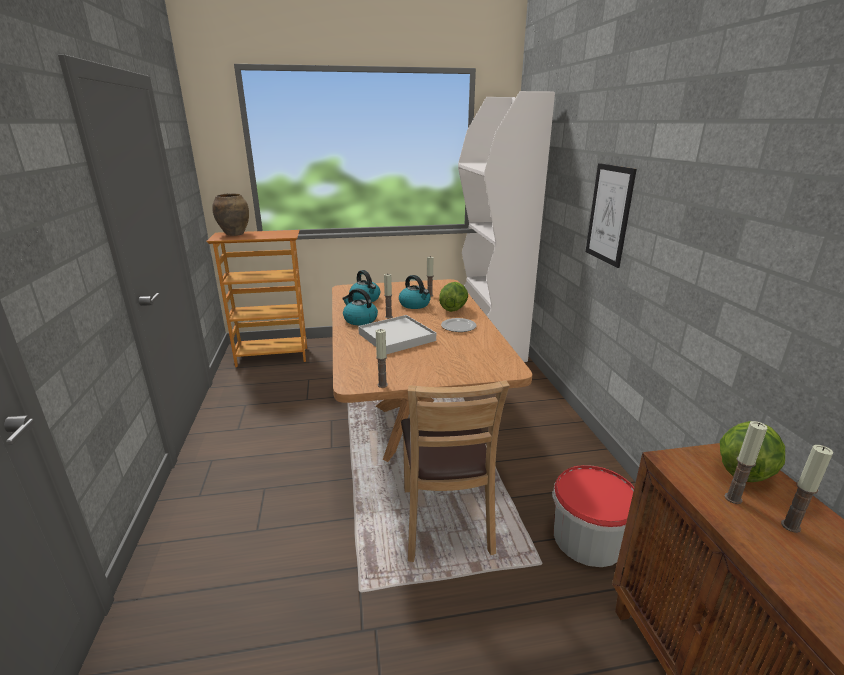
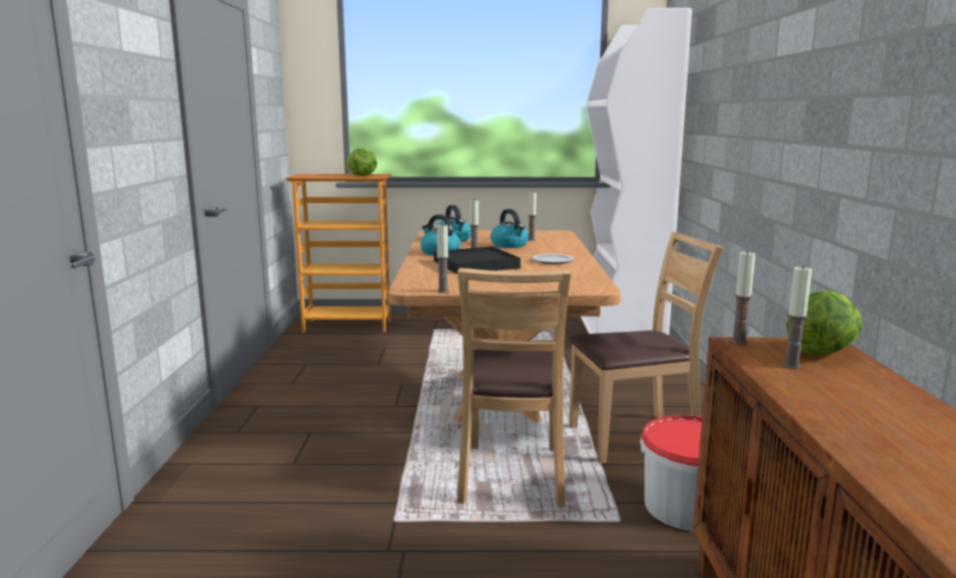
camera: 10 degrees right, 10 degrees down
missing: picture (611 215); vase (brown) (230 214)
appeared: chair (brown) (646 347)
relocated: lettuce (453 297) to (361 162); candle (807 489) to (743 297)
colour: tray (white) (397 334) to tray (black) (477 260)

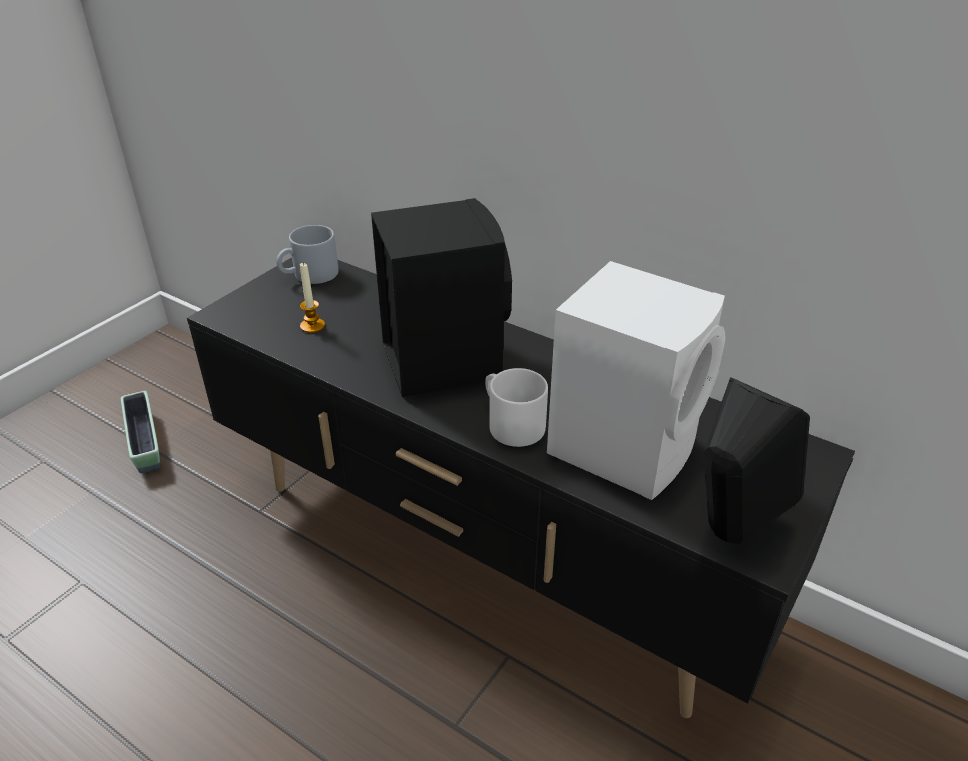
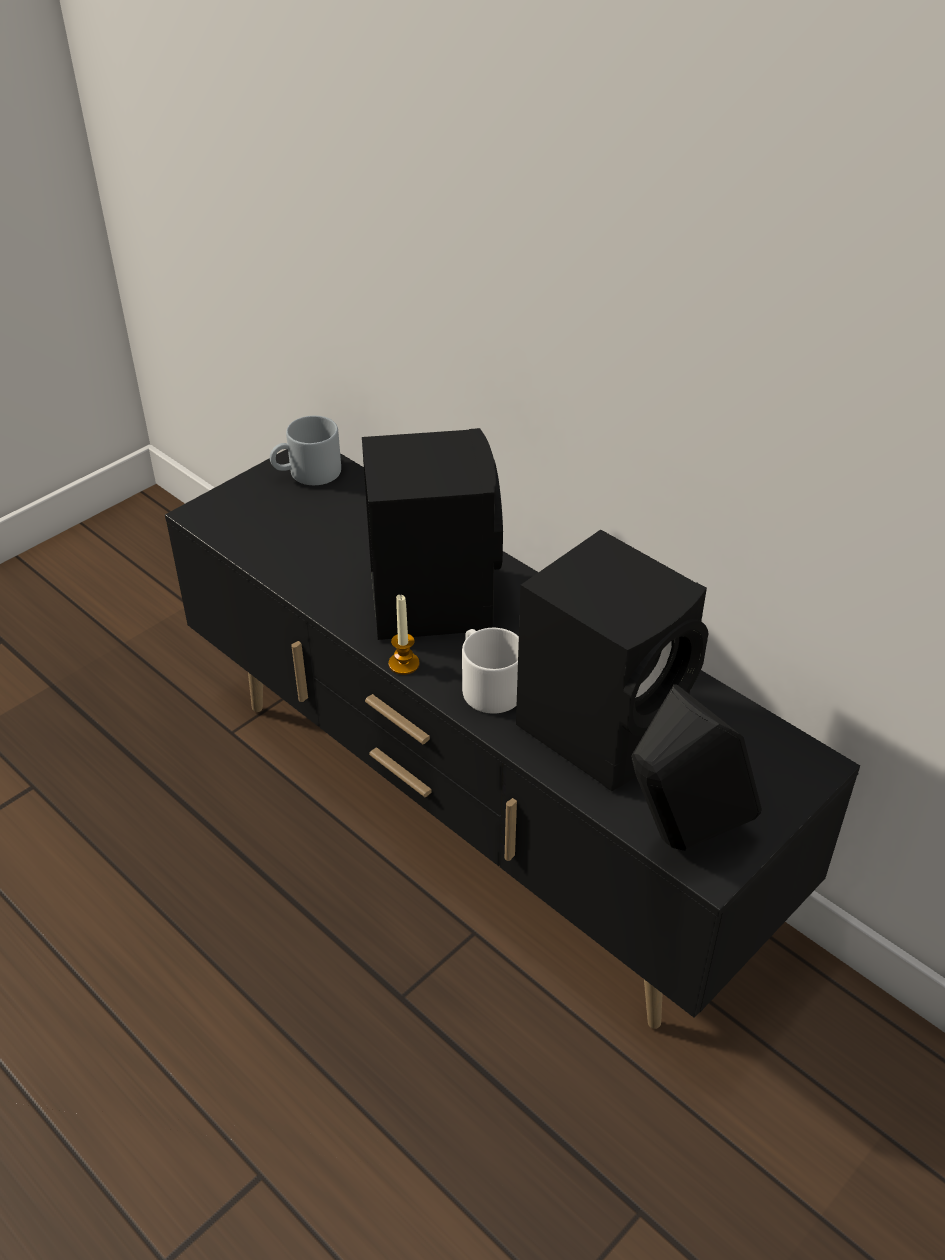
camera: 10 degrees right, 5 degrees up
missing: planter (140 432)
relocated: candle (312 298) to (404 635)
colour: speaker (white) (636 380) to speaker (black) (612 660)

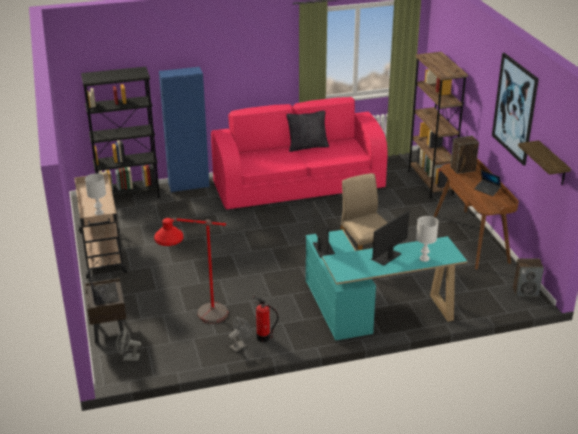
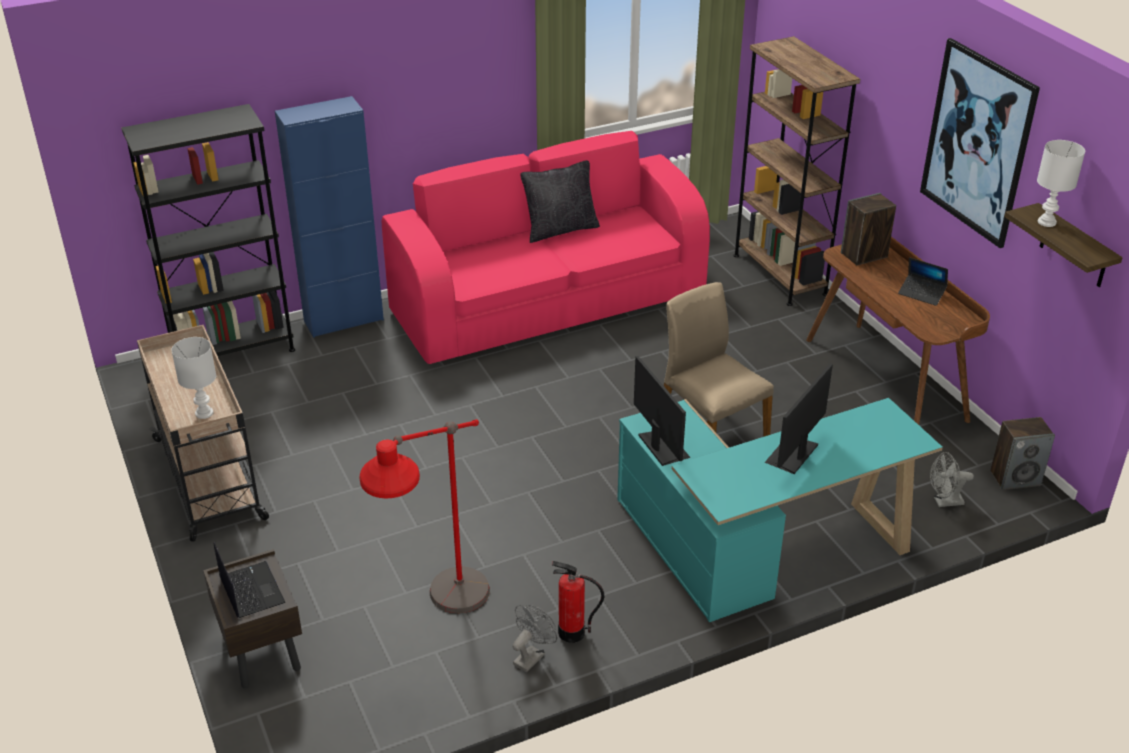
camera: 10 degrees left, 5 degrees up
relocated: table lamp (white) (427 239) to (1061 183); fan (grey) (128 344) to (952 479)

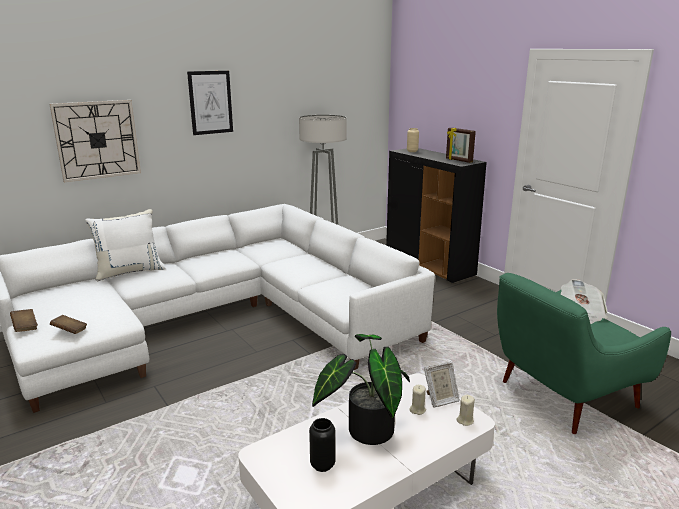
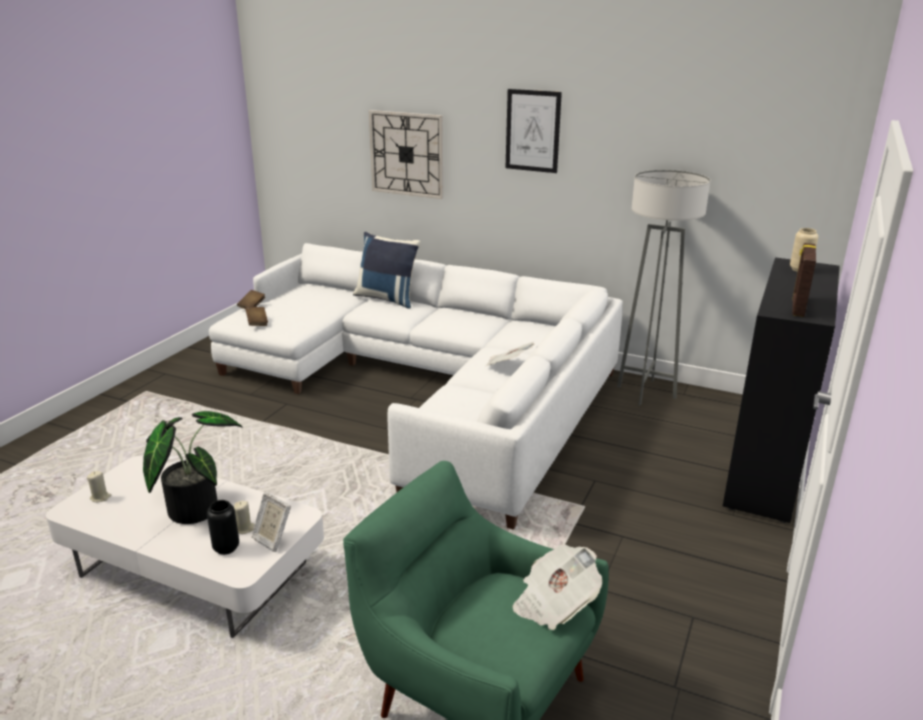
camera: 60 degrees right, 5 degrees up
appeared: newspaper (510 354)
relocated: candle (beige) (465 410) to (99 486); vase (black) (322 445) to (223 527)
colour: pillow (white) (125 245) to pillow (blue) (386 270)

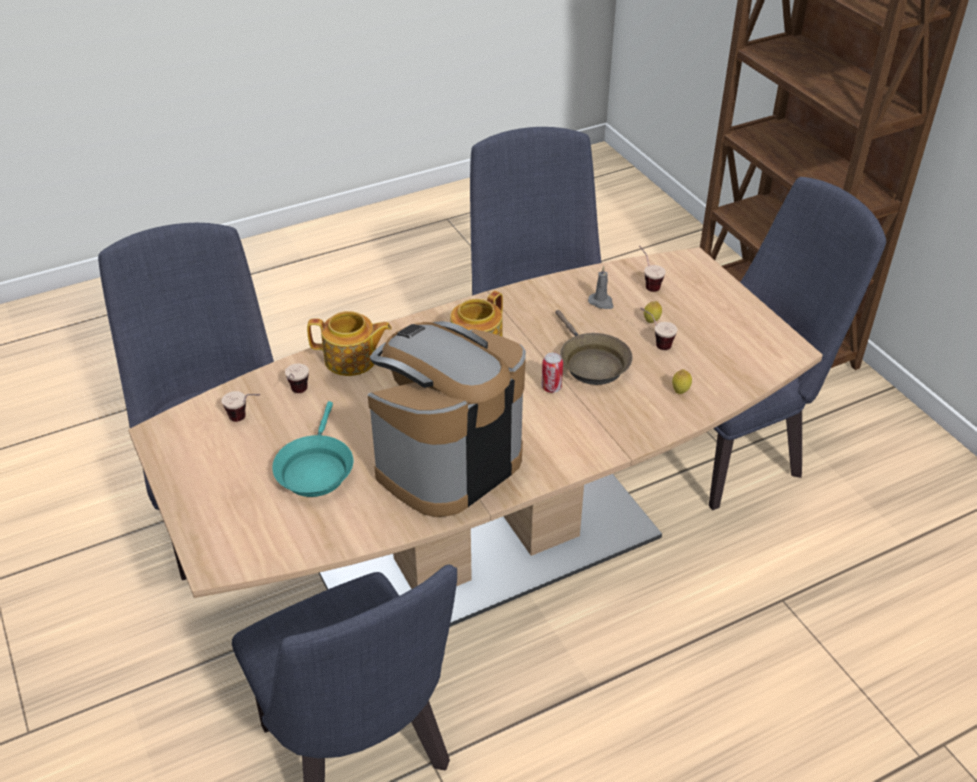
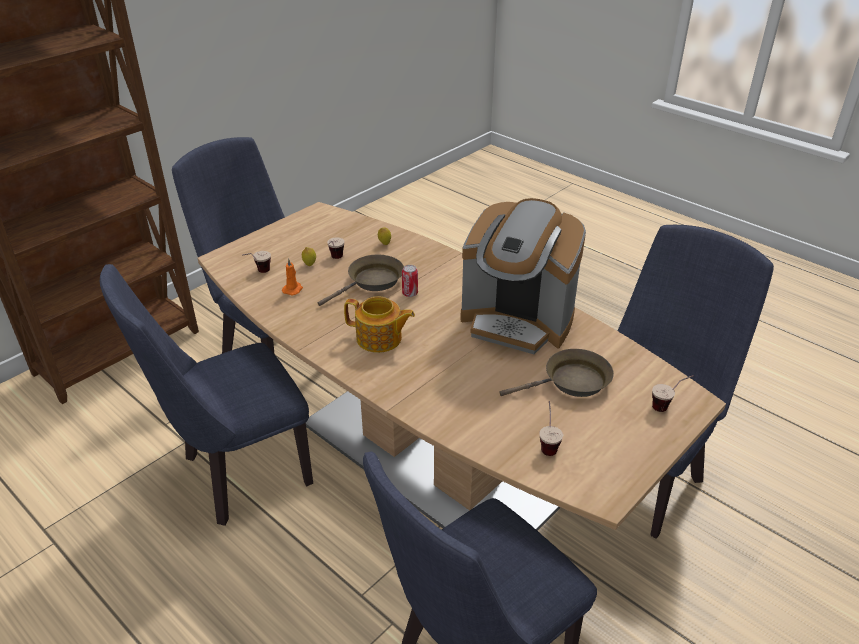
camera: 110 degrees left, 5 degrees down
missing: teapot (349 343)
relocated: cup (297 378) to (673 393)
colour: candle (grey) (601 287) to candle (orange) (292 276); frying pan (turquoise) (312 449) to frying pan (brown) (556 373)

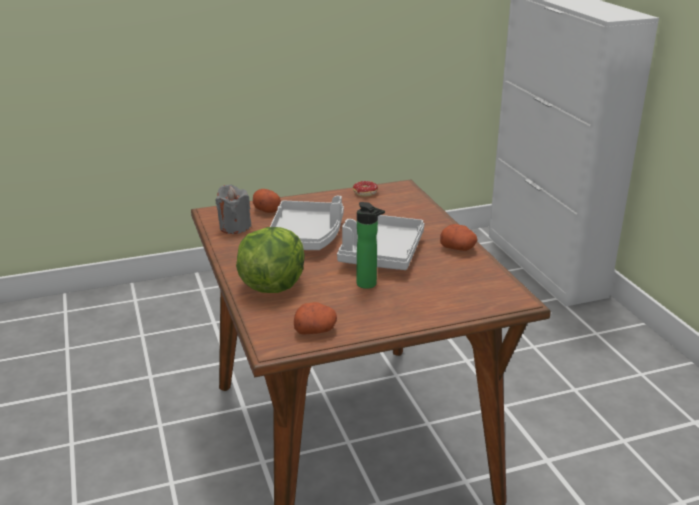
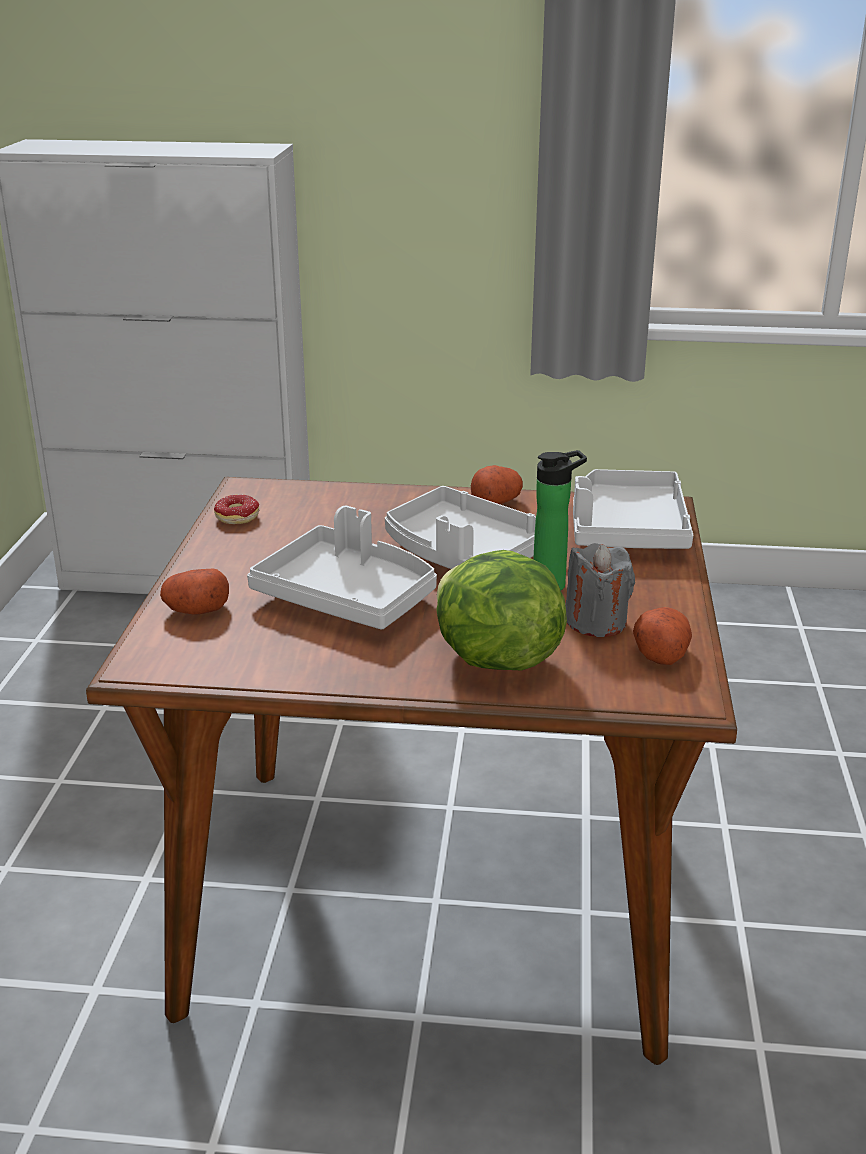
camera: 65 degrees left, 0 degrees up
appeared: tray (grey) (633 509)
relocated: candle (grey) (233 209) to (600 590)

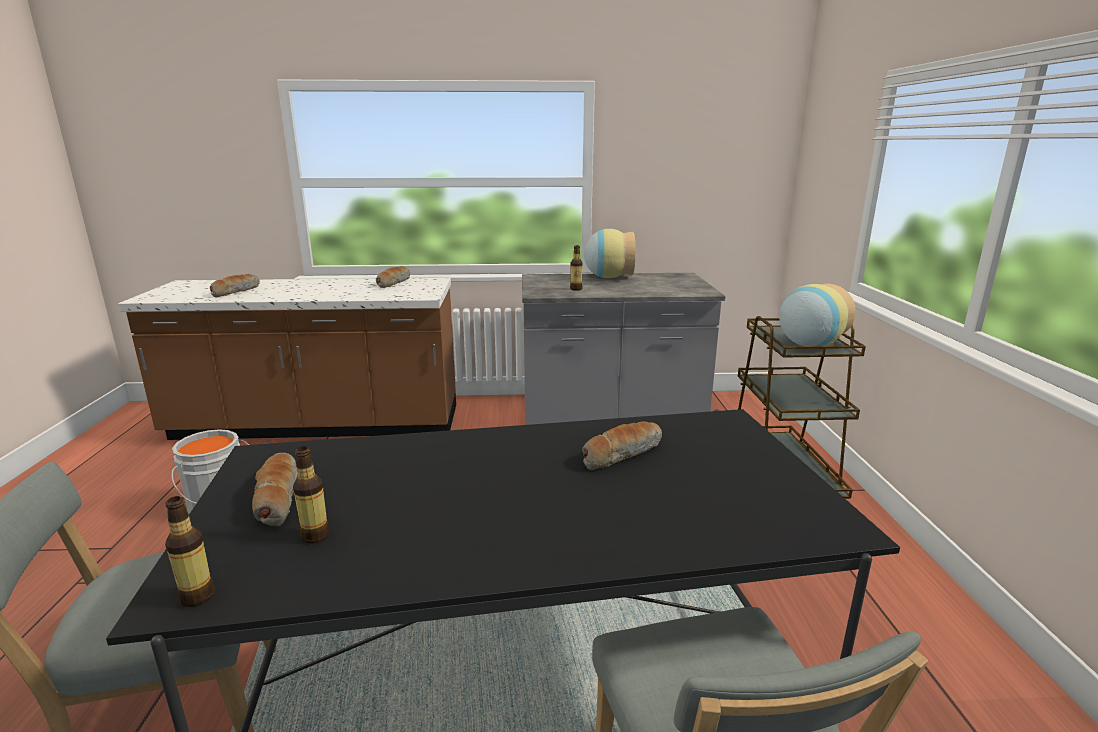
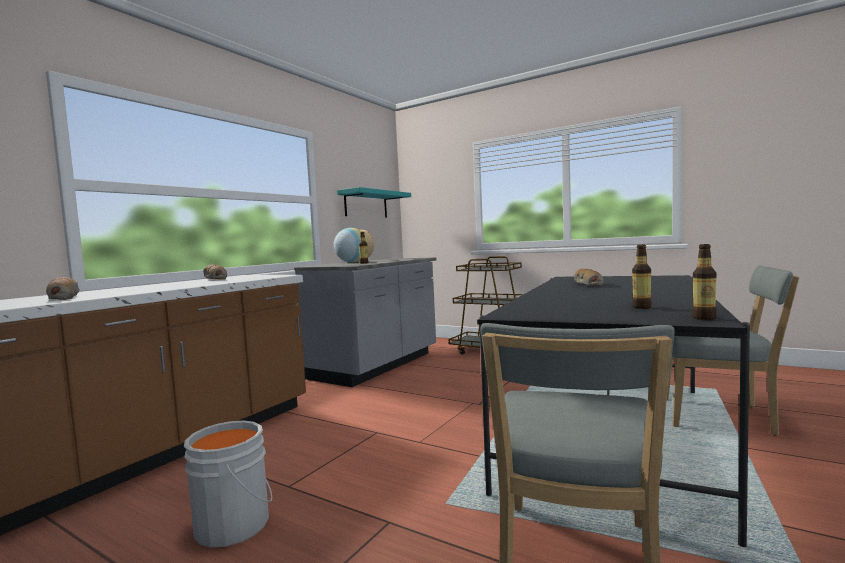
camera: 55 degrees left, 15 degrees down
missing: vase (817 315); bread (275 489)
appeared: shelf (turquoise) (374 202)

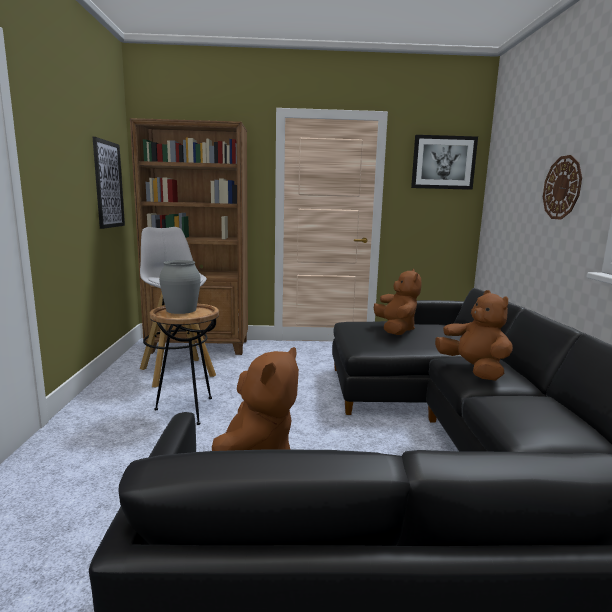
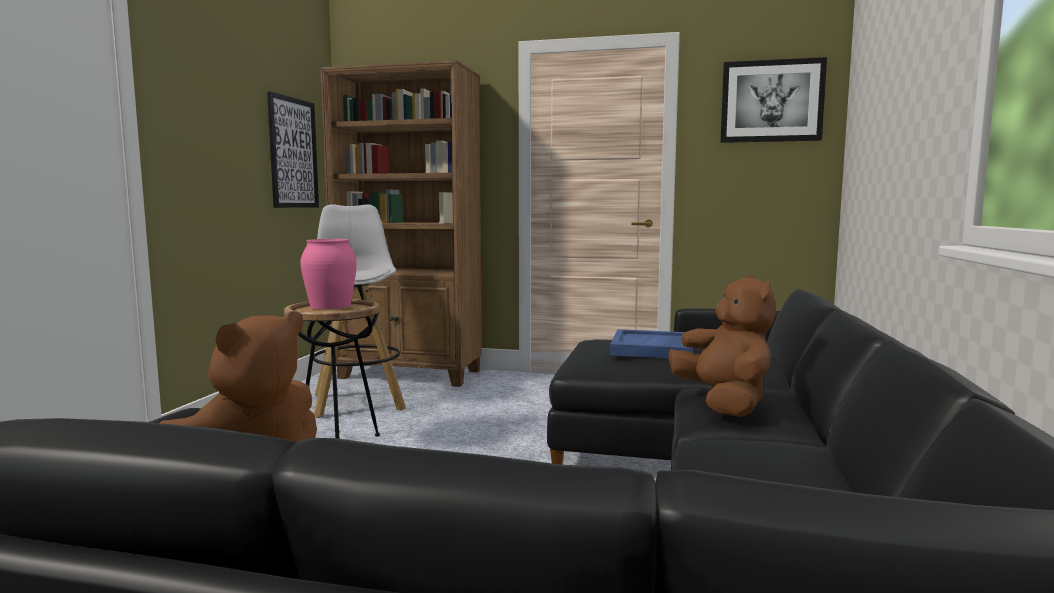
camera: 15 degrees right, 5 degrees down
missing: wall clock (562 187)
exchanged: plush toy (brown) (398 302) to tray (blue) (651 343)
colour: vase (grey) (180 287) to vase (pink) (328 274)

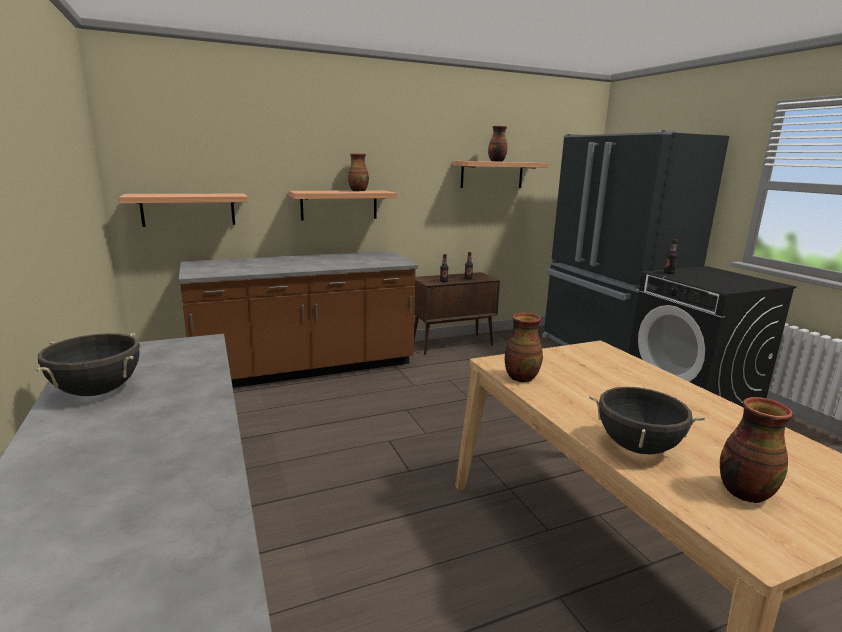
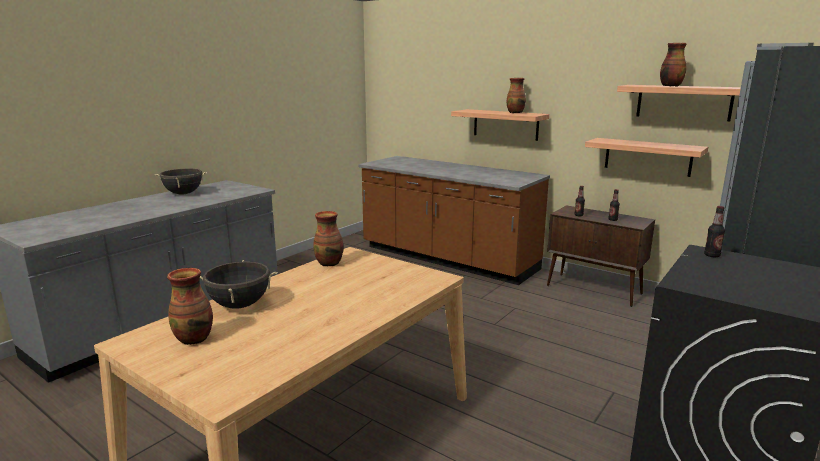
camera: 60 degrees right, 0 degrees up
relocated: shelf (184 210) to (646 157)

